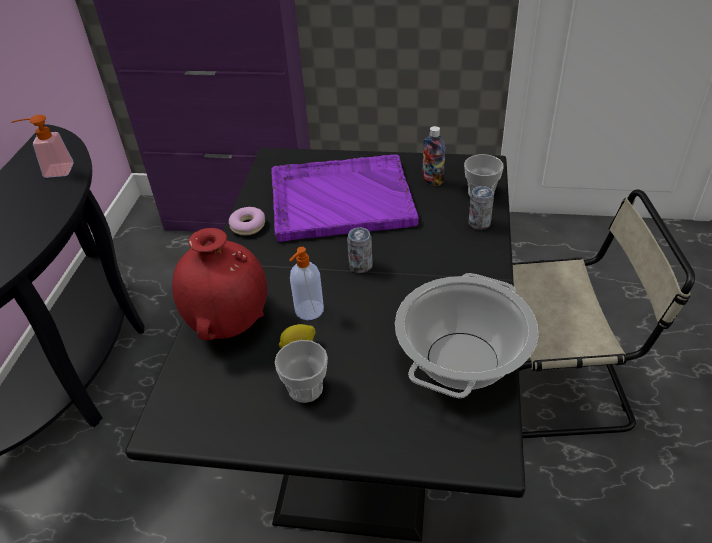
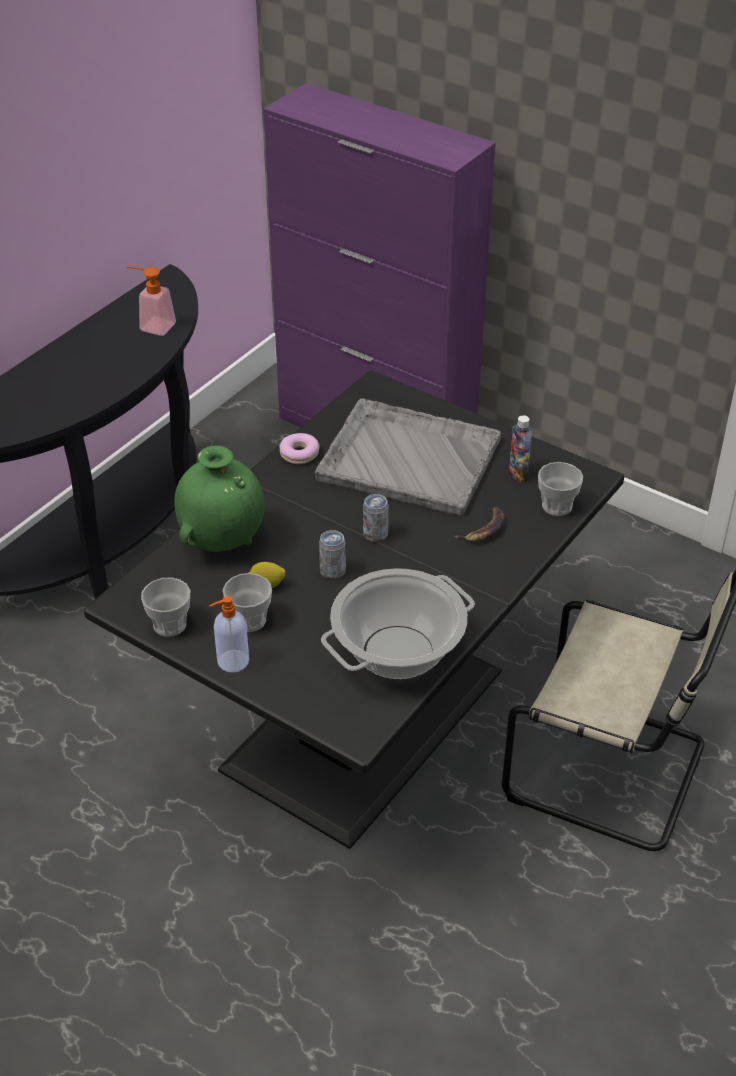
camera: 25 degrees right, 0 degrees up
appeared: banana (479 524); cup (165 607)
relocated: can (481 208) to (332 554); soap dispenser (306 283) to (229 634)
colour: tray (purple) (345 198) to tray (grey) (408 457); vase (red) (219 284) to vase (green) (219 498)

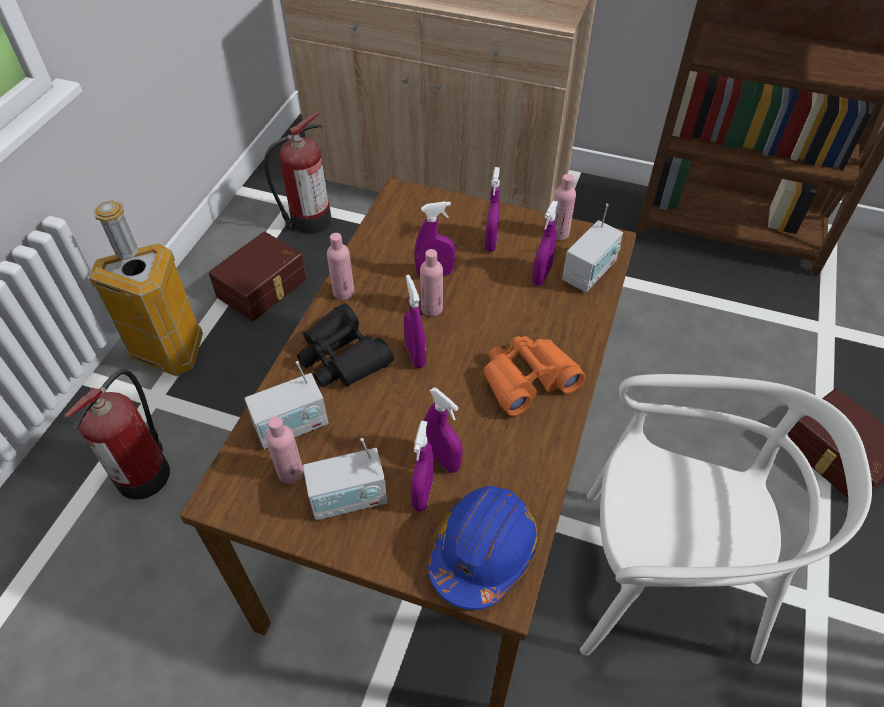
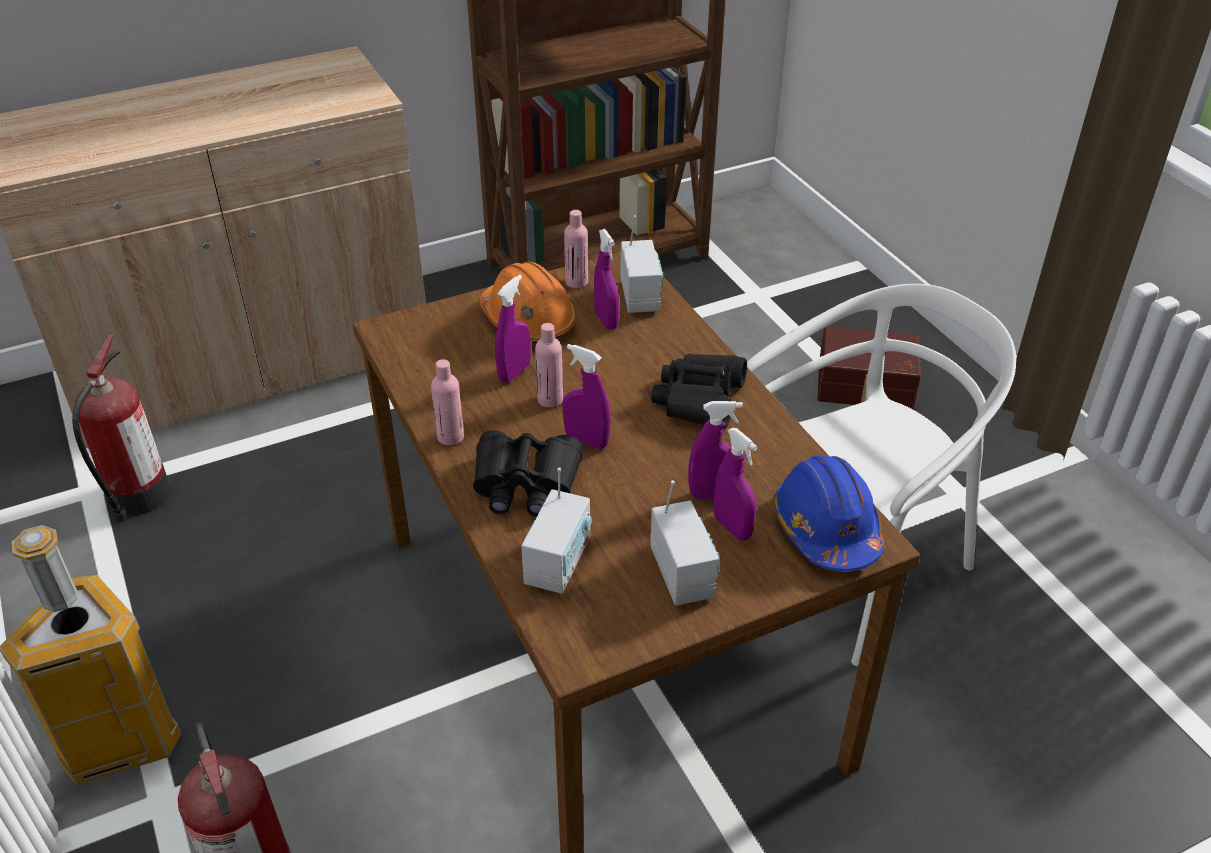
camera: 45 degrees left, 10 degrees down
missing: storage box (brown) (257 276); bottle (pink) (284 449)
exchanged: spray bottle (purple) (492 209) to hard hat (orange) (528 302)
colour: binoculars (orange) (534 376) to binoculars (black) (699 391)
spun: radio (345 479) = (685 543) 45 degrees counterclockwise

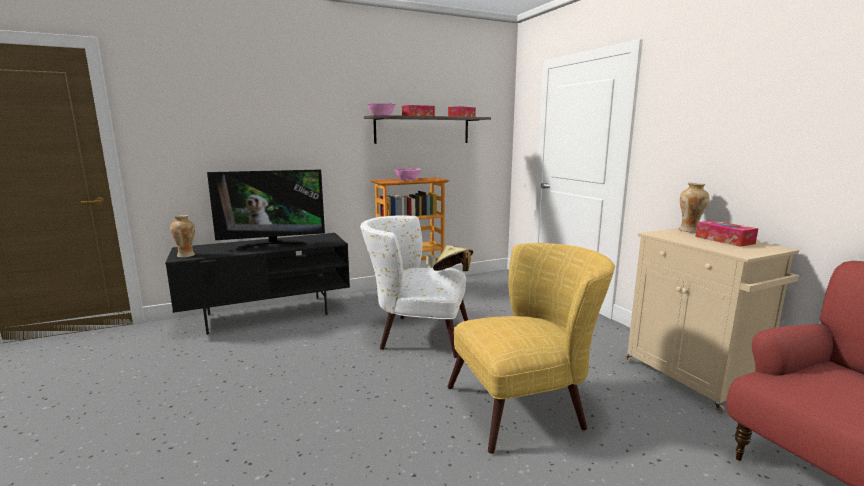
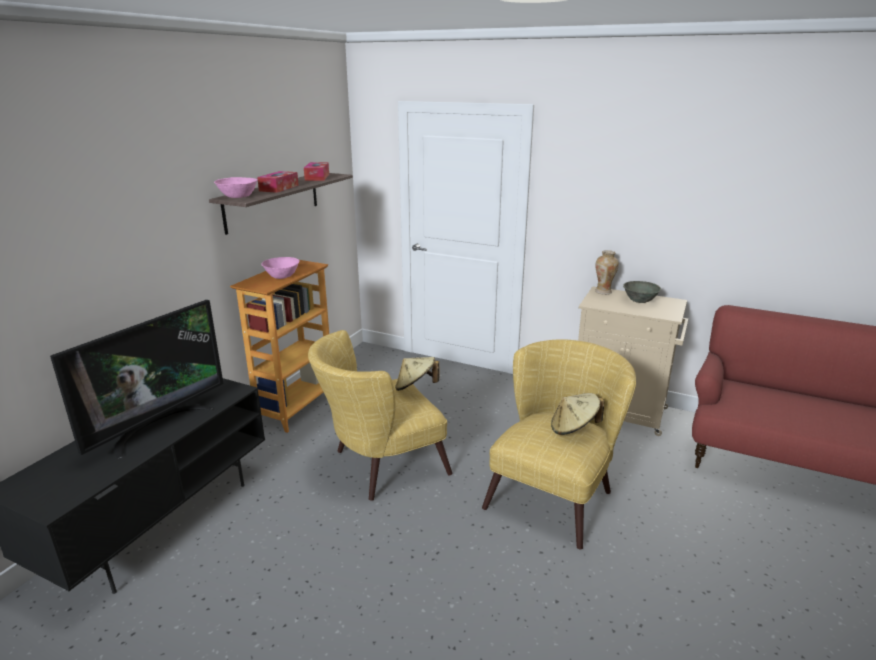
camera: 40 degrees left, 10 degrees up
missing: vase (182 236)
appeared: hat (beige) (577 414)
exchanged: tissue box (727 233) to bowl (grey) (642 292)
colour: armchair (white) (414 286) to armchair (yellow) (380 415)

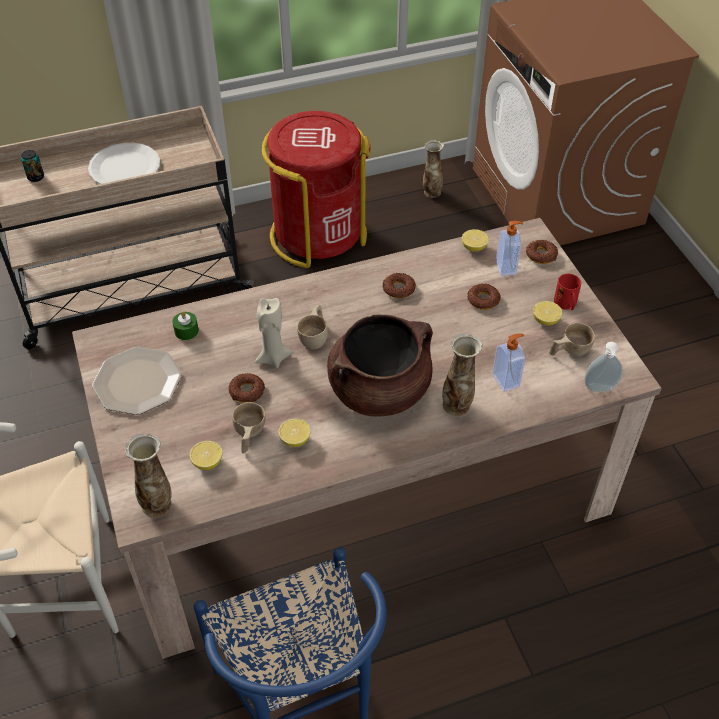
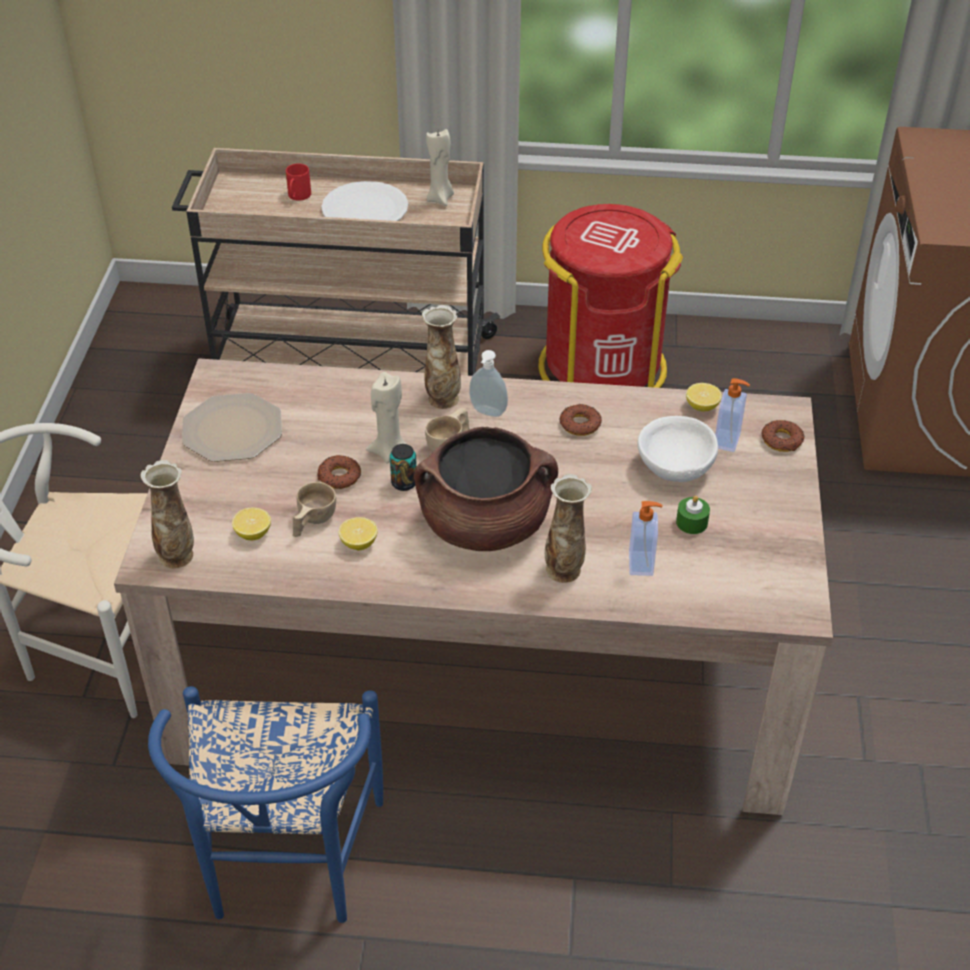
camera: 25 degrees right, 5 degrees down
missing: lemon (547 313); cup (beige) (572 339)
appeared: candle (beige) (440 167)
relocated: vase (433 169) to (441 357); can (32 166) to (403 467); mug (red) (567 292) to (298 182); candle (green) (185 325) to (693 515); soap dispenser (603 367) to (488 383)
exchanged: donut (484 297) to bowl (white) (678 449)

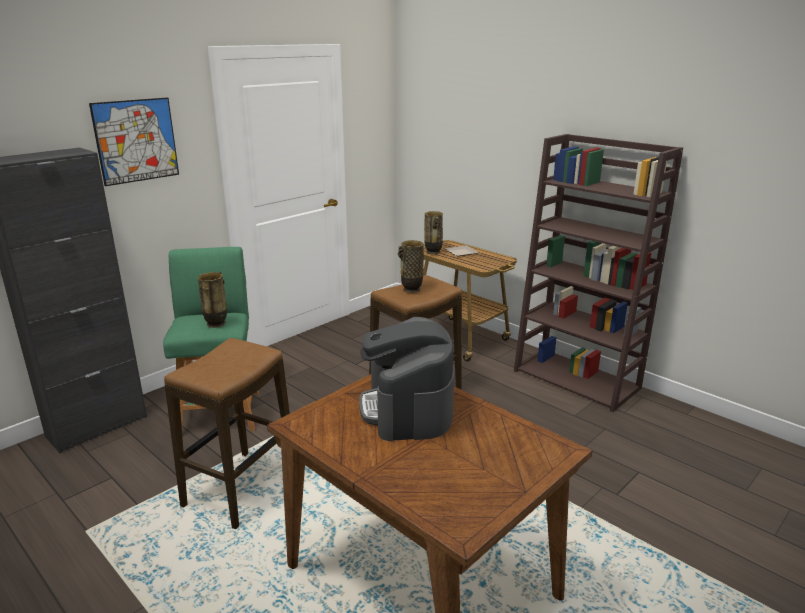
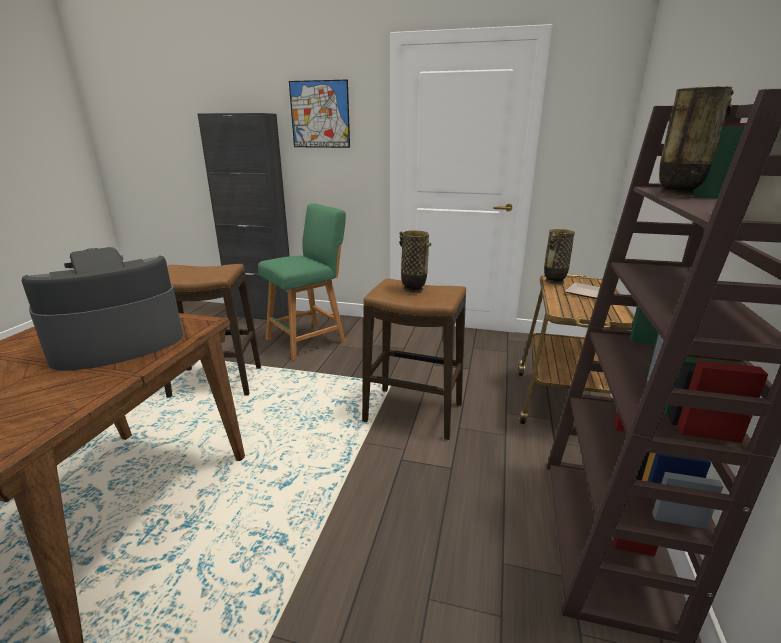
camera: 60 degrees right, 0 degrees up
relocated: vase (212 300) to (696 141)

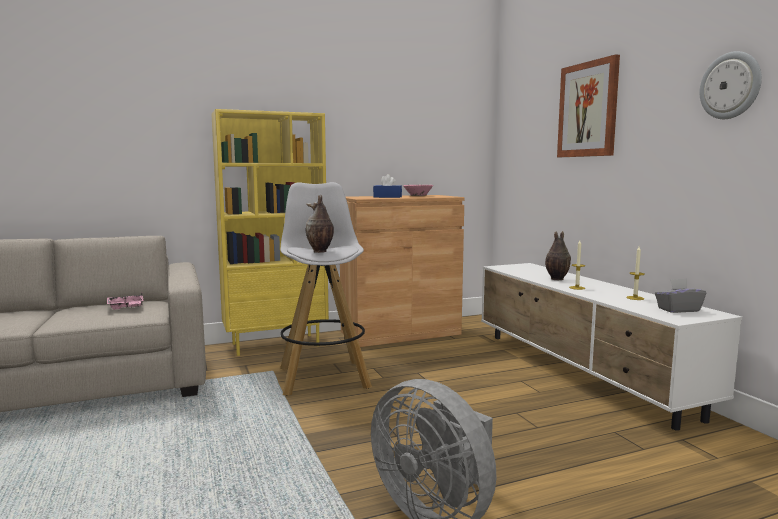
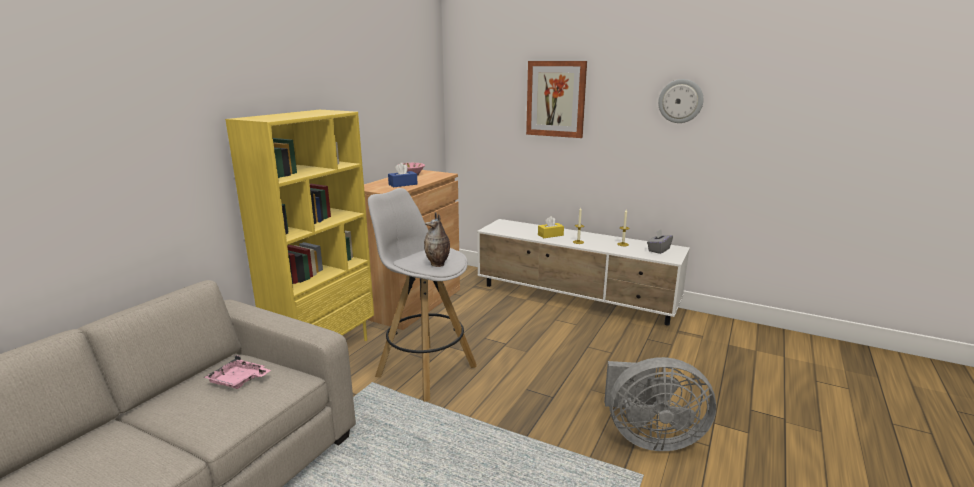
camera: 40 degrees left, 10 degrees up
exchanged: vase (558 255) to tissue box (yellow) (551 227)

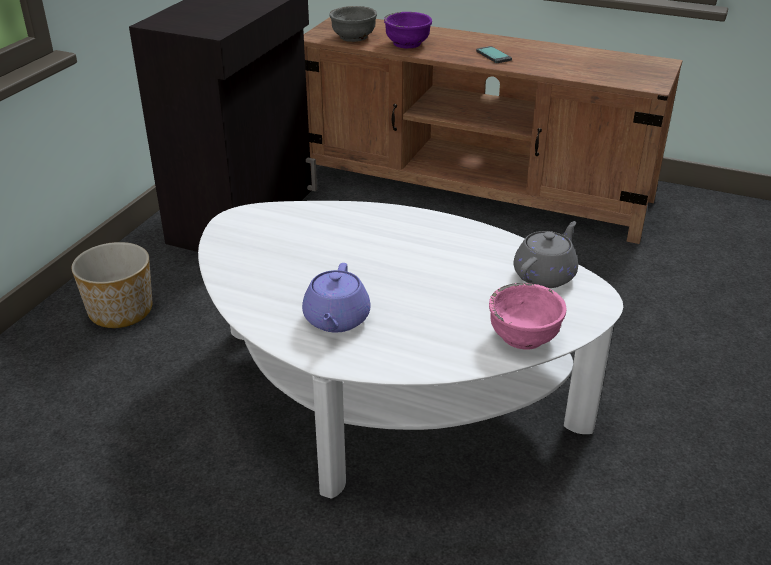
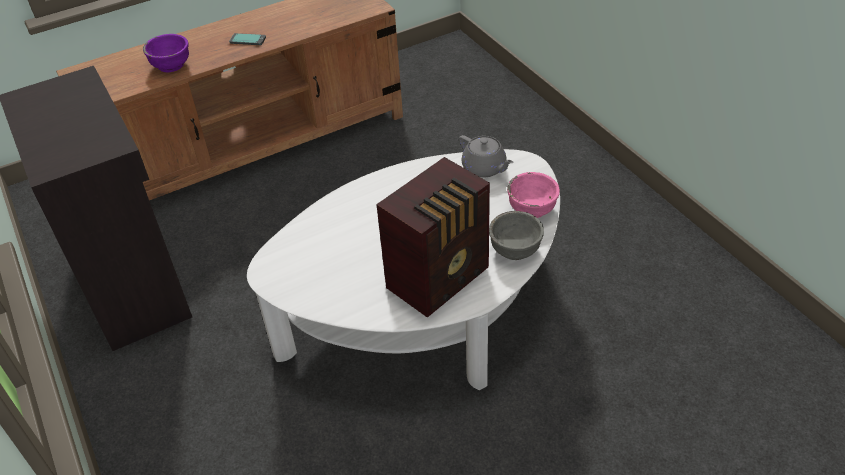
camera: 50 degrees left, 10 degrees up
missing: planter (111 285)
relocated: bowl (grey) (353 24) to (516 235)
exchanged: teapot (purple) (336 297) to radio (433 237)
spun: teapot (grey) (546 254) = (486 156) 150 degrees clockwise

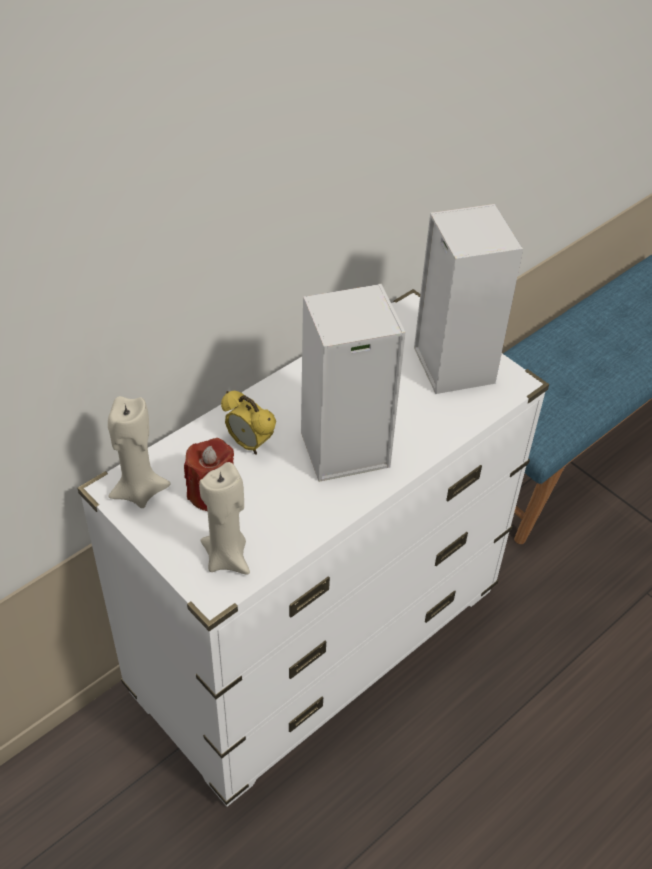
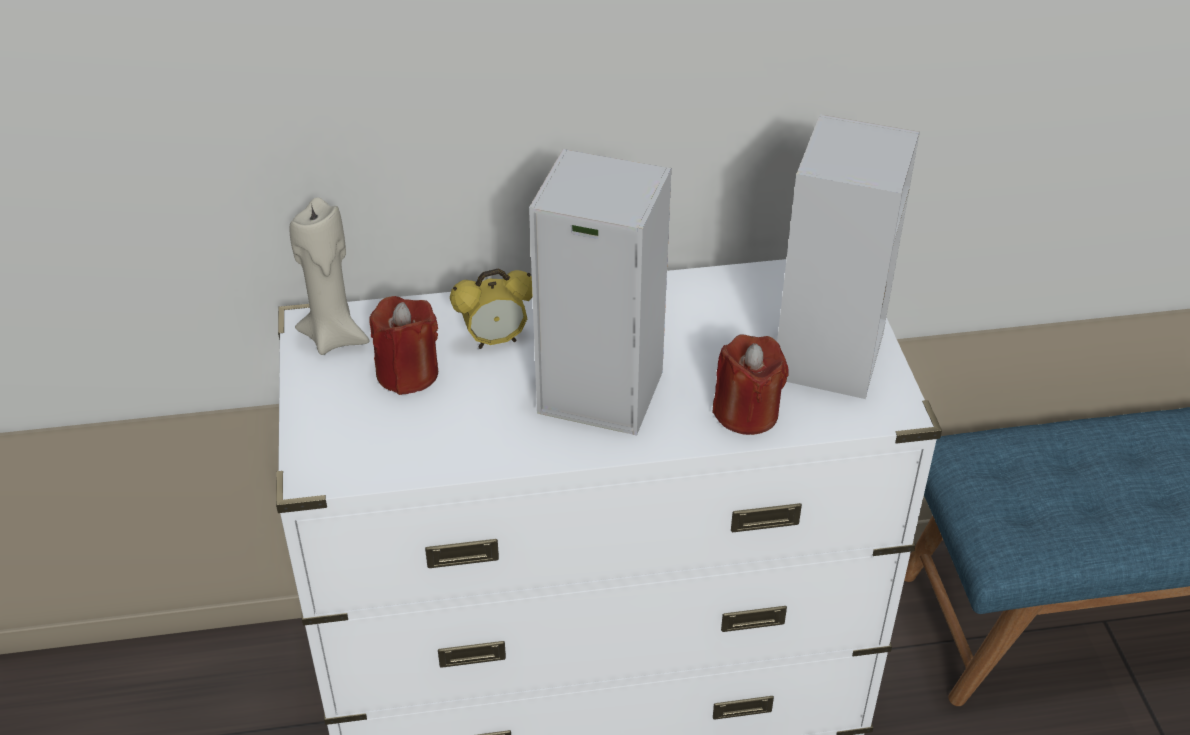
camera: 35 degrees right, 5 degrees down
missing: candle (beige) (224 518)
appeared: candle (red) (750 384)
spun: alarm clock (248 423) = (491 308) 90 degrees counterclockwise

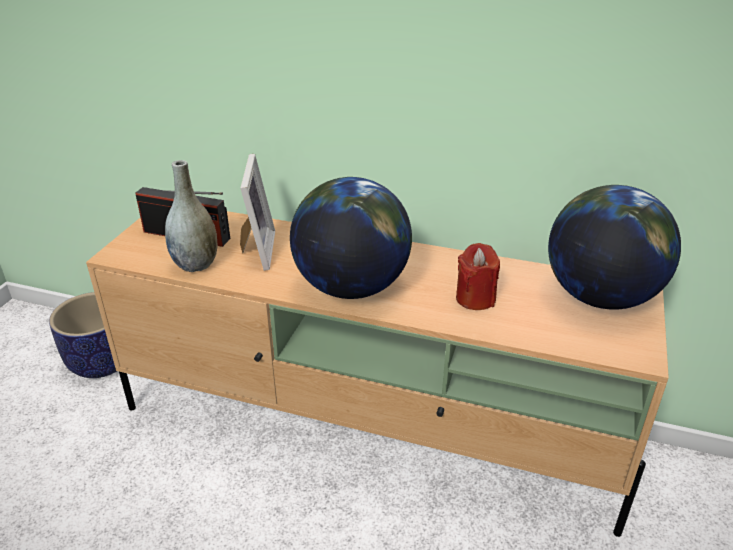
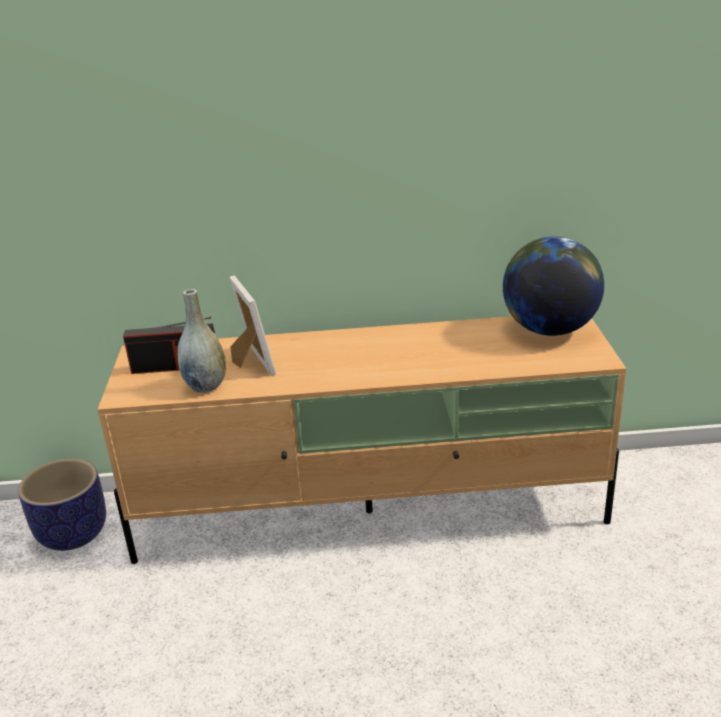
camera: 20 degrees left, 5 degrees down
missing: globe (351 238); candle (red) (478 276)

